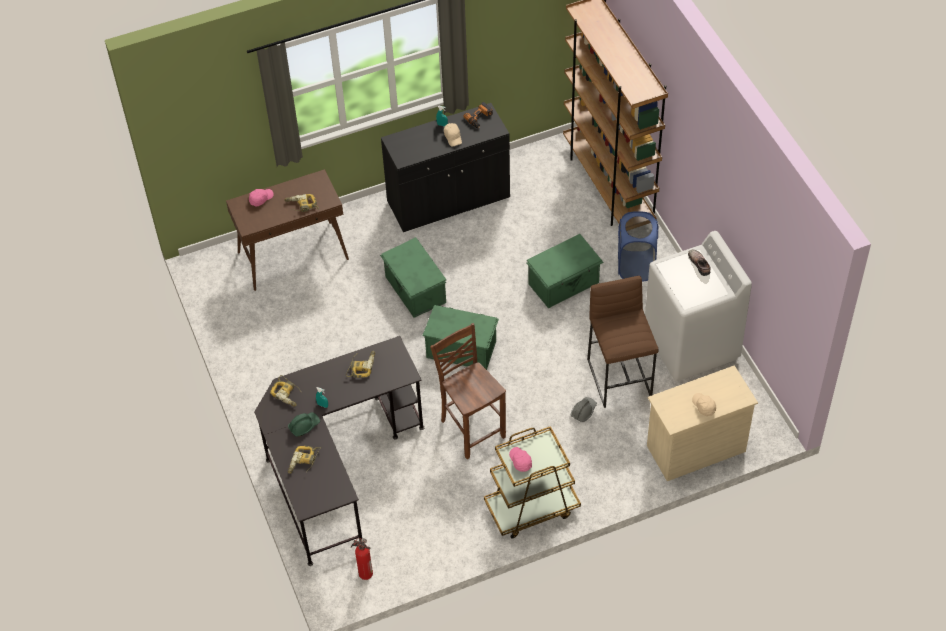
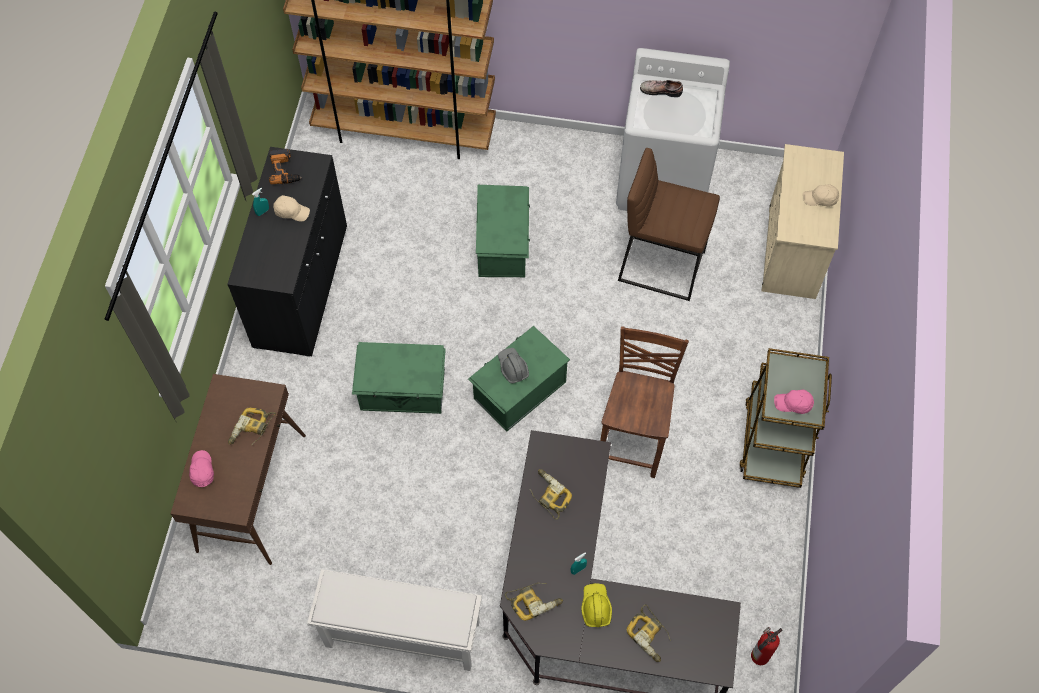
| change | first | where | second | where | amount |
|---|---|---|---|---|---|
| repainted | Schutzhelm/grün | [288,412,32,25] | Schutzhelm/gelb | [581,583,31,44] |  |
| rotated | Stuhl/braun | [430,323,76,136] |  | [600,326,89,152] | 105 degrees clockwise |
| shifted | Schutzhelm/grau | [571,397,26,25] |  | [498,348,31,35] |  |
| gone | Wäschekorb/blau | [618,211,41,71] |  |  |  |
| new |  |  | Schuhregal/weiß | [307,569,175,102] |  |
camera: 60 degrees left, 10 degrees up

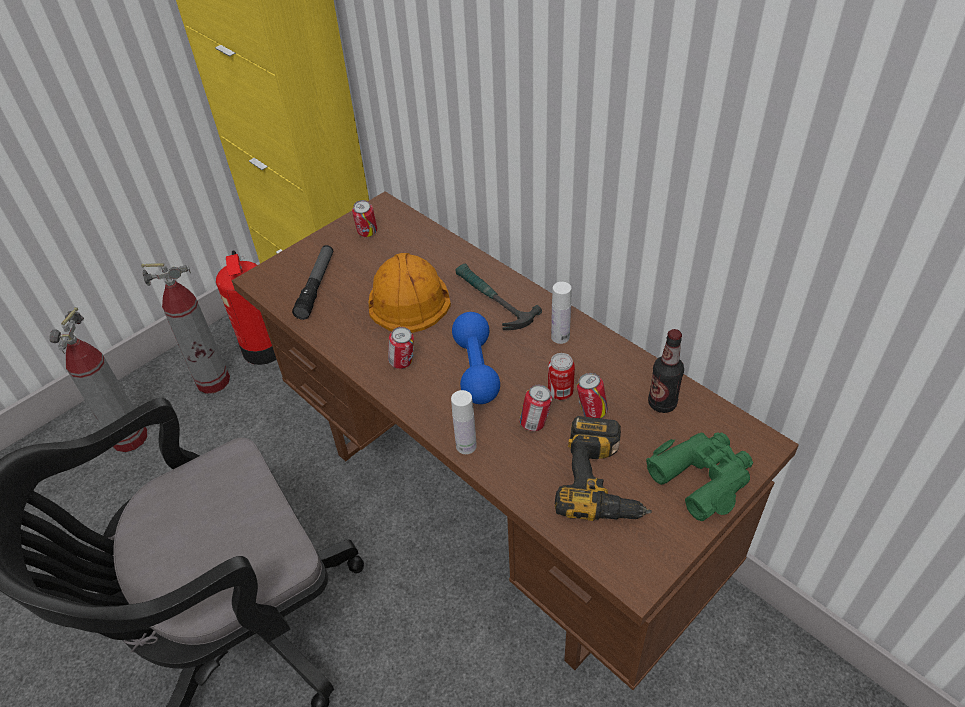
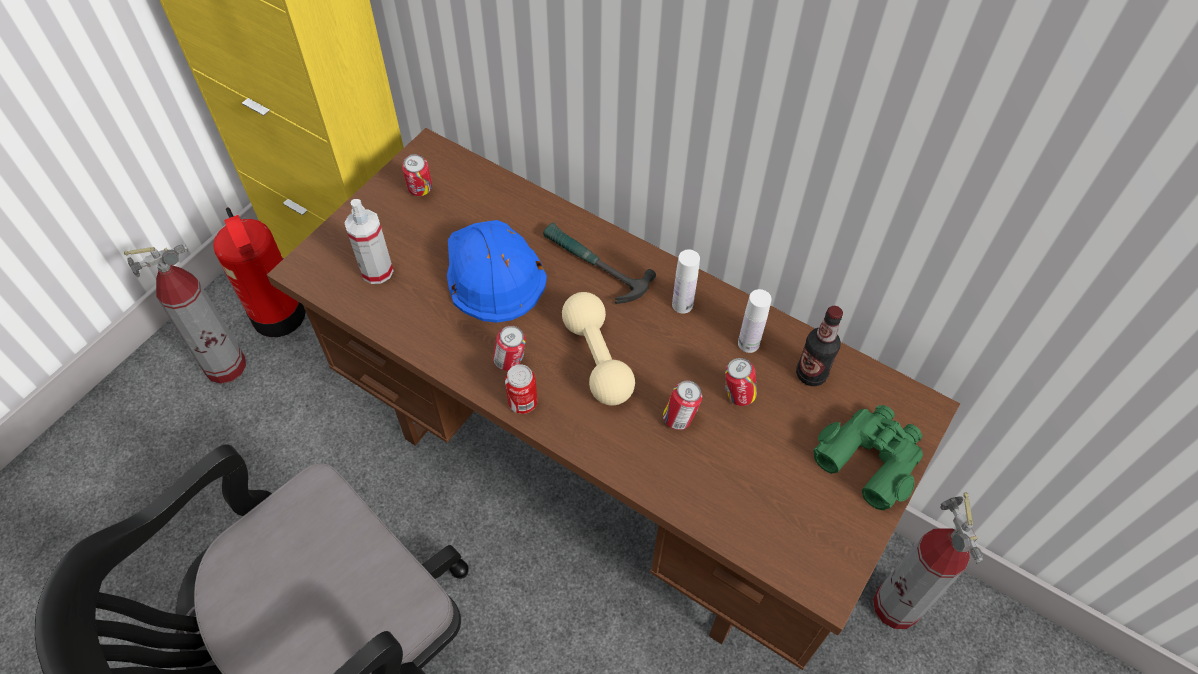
| change | first | where | second | where | amount |
|---|---|---|---|---|---|
| shifted | Feuerlöscher | [49,307,98,145] |  | [873,493,110,136] |  |
| swapped | Taschenlampe | [292,245,41,75] | Sprühflasche | [345,199,49,85] |  |
| repainted | Schutzhelm/orange | [369,253,82,80] | Schutzhelm/blau | [447,220,100,103] |  |
| shifted | Flasche/weiß | [451,390,26,64] |  | [738,289,34,64] |  |
| repainted | Hantel/blau | [452,312,48,92] | Hantel/beige | [562,292,73,113] |  |
| shifted | Dose | [548,353,27,47] |  | [505,364,32,50] |  |
| gone | Bohrmaschine | [555,416,97,105] |  |  |  |
camera: 15 degrees left, 10 degrees up

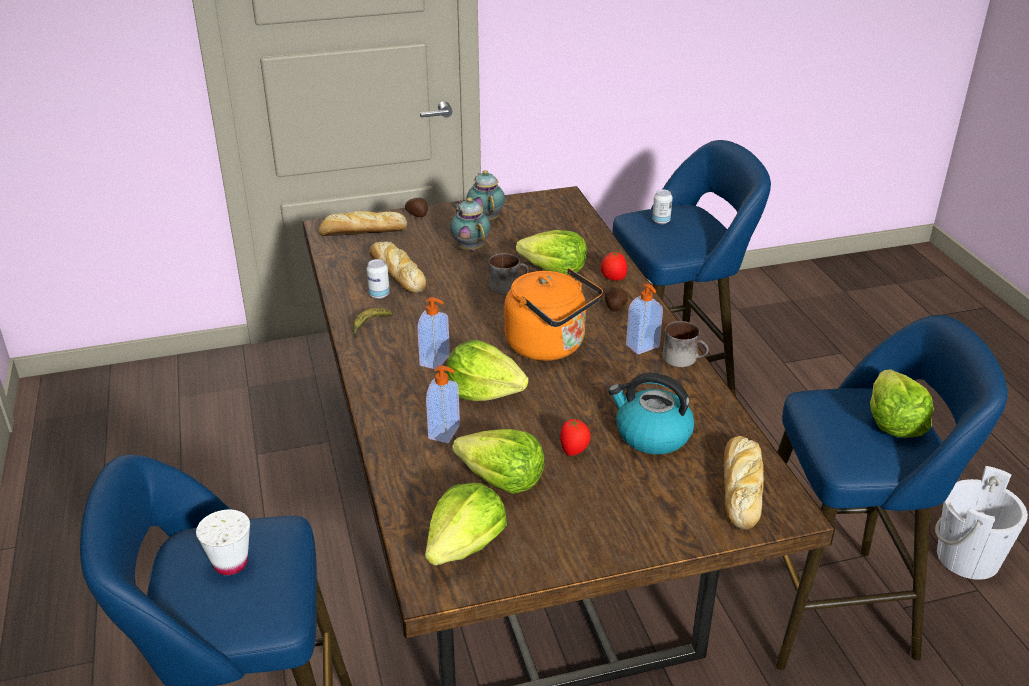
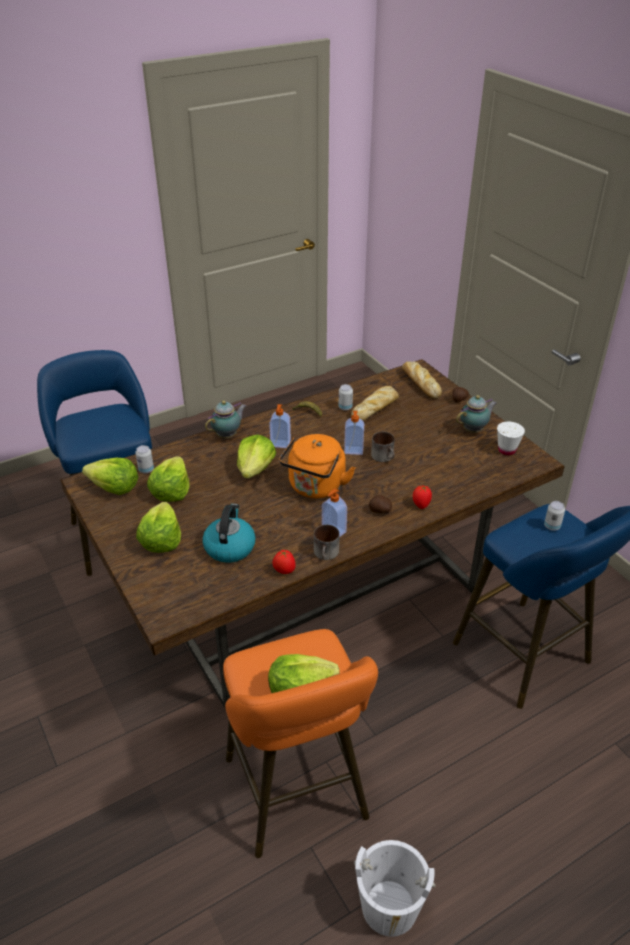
| change | first | where | second | where | amount |
|---|---|---|---|---|---|
| shifted | Tasse/weiß | [196,510,54,65] |  | [497,422,28,33] |  |
| shifted | Seifenspender | [426,365,34,78] |  | [344,411,20,44] |  |
| shifted | Teekanne | [450,197,40,54] |  | [205,401,41,37] |  |
| shifted | Salatkopf | [516,230,71,45] |  | [136,502,45,51] |  |
| shifted | Tomate | [560,418,31,38] |  | [272,550,24,24] |  |
| gone | Brot | [723,436,41,94] |  |  |  |
| repainted | Hocker/blau | [776,315,232,355] | Hocker/orange | [223,629,155,229] |  |
| new |  |  | Dose | [135,445,19,29] |  |
camera: 75 degrees right, 5 degrees up

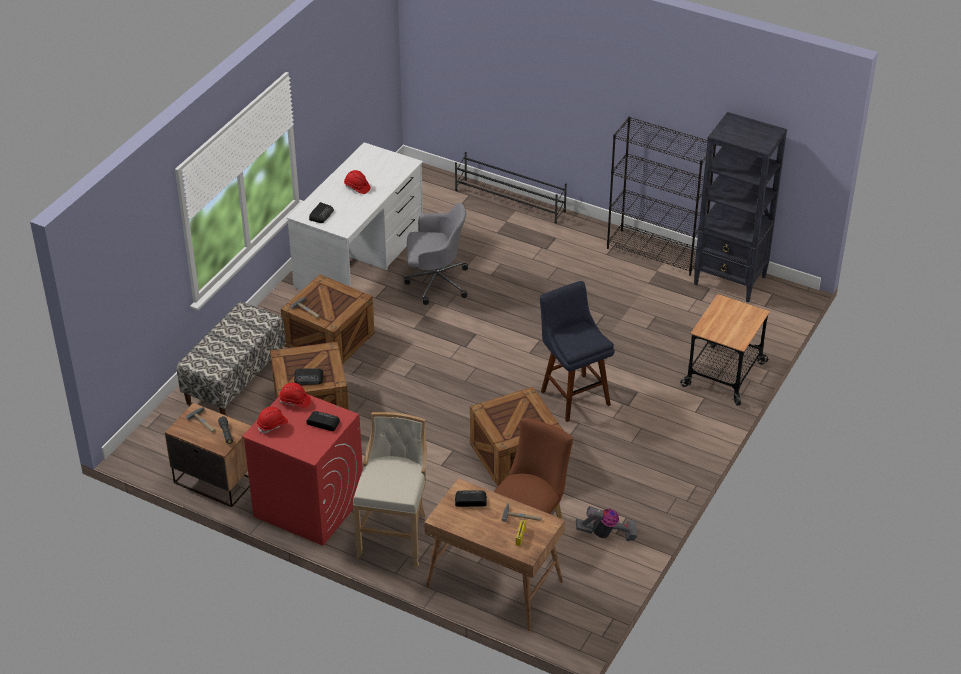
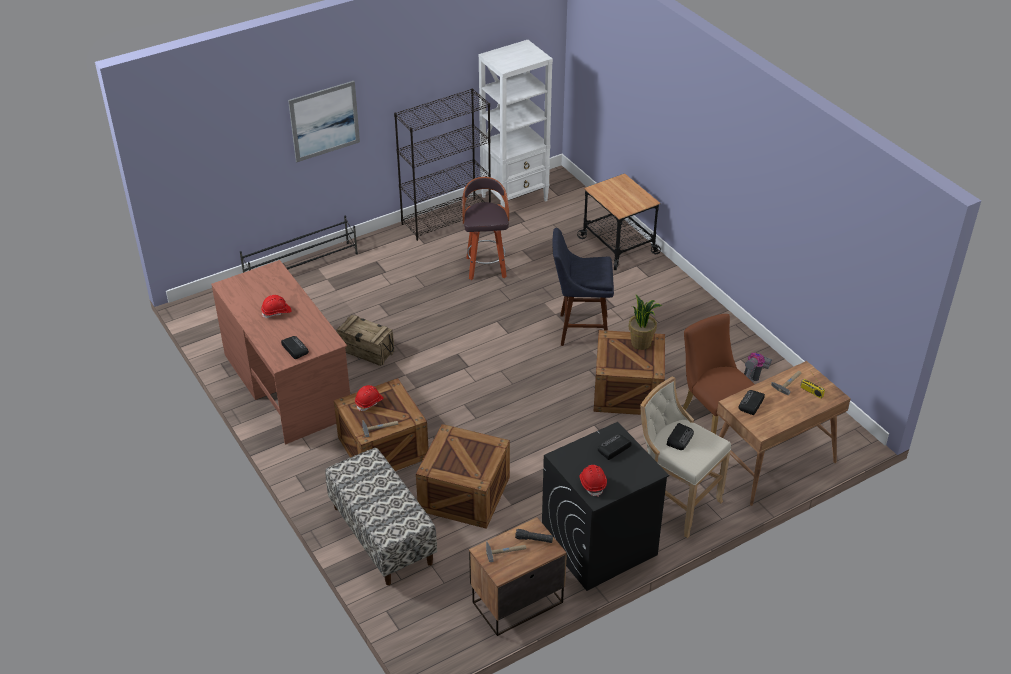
| change | first | where | second | where | amount |
|---|---|---|---|---|---|
| repainted | Waschmaschine/rot | [242,395,121,151] | Waschmaschine/schwarz | [542,422,127,169] |  |
| shifted | Schutzhelm/rot | [279,383,32,24] |  | [355,385,29,26] |  |
| repainted | Schreibtisch/weiß | [287,142,136,148] | Schreibtisch/braun | [211,260,139,184] |  |
| shifted | Radio | [294,369,29,16] |  | [667,423,27,27] |  |
| swapped | Bürostuhl/grau | [404,203,64,102] | Kiste | [336,315,58,51] |  |
| repainted | Bücherregal/schwarz | [694,112,93,191] | Bücherregal/weiß | [479,40,74,168] |  |
| new |  |  | Bild | [288,81,72,81] |  |
| new |  |  | Hocker | [462,177,47,103] |  |
| new |  |  | Topfpflanze | [629,295,33,55] |  |
camera: 60 degrees left, 0 degrees up

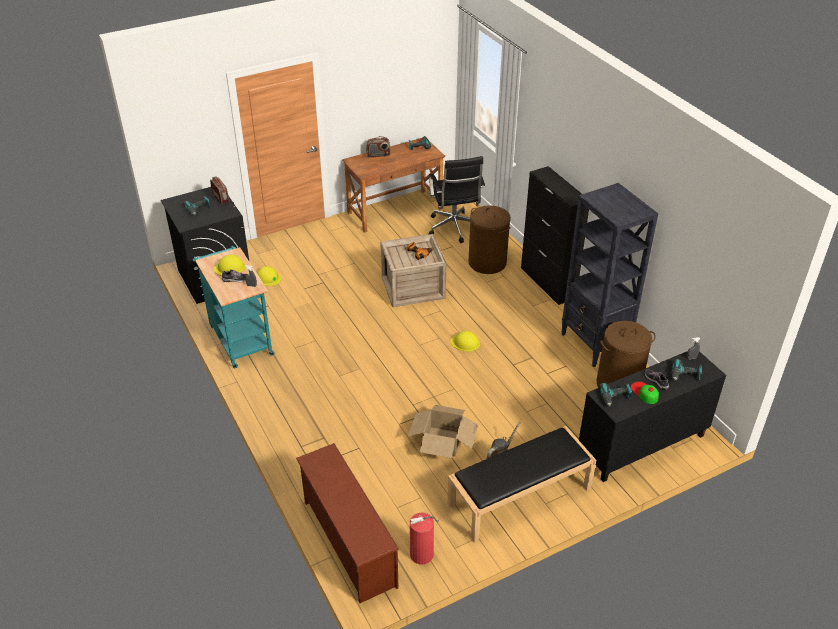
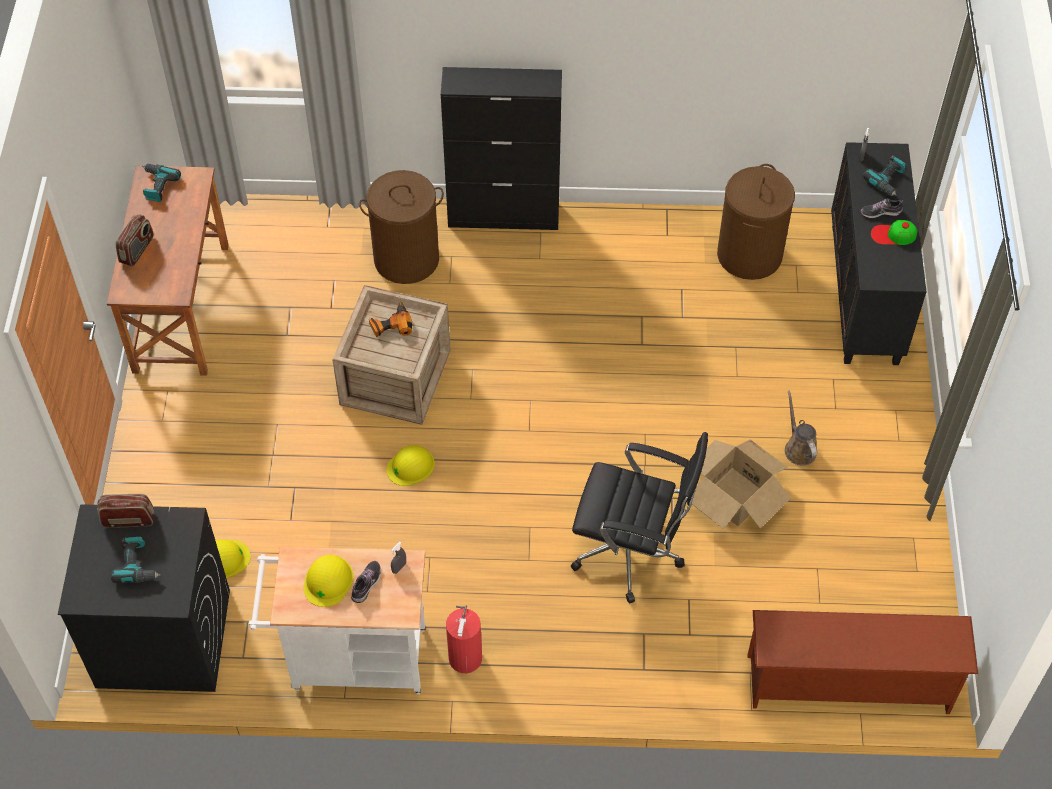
| change | first | where | second | where | amount |
|---|---|---|---|---|---|
| repainted | Rollwagen/türkis | [193,246,82,122] | Rollwagen/weiß | [248,546,178,149] |  |
| shifted | Feuerlöscher | [410,513,29,51] |  | [446,606,36,67] |  |
| shifted | Bürostuhl/schwarz | [429,156,56,87] |  | [571,432,137,172] |  |
| gone | Bank/schwarz | [447,426,149,116] |  |  |  |
| shifted | Schutzhelm/gelb | [451,331,29,21] |  | [386,445,49,41] |  |
| gone | Bücherregal/schwarz | [561,183,98,184] |  |  |  |
| gone | Bohrmaschine | [599,383,33,24] |  |  |  |
camera: 60 degrees left, 15 degrees up

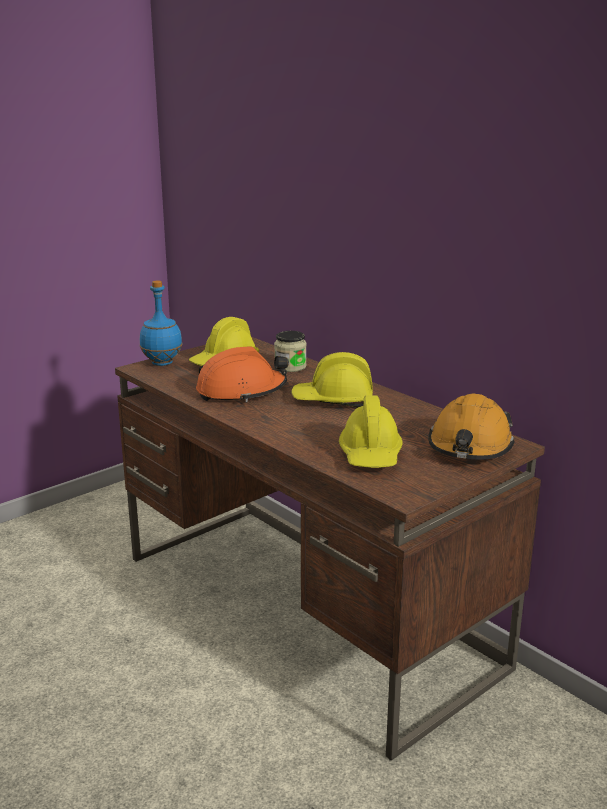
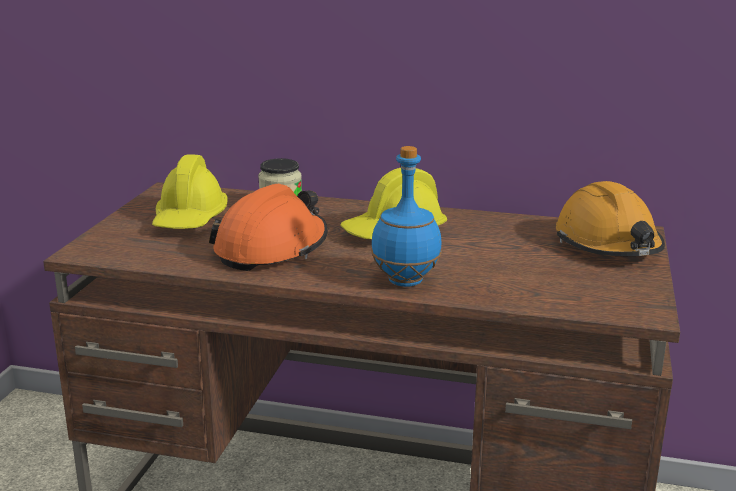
| change | first | where | second | where | amount |
|---|---|---|---|---|---|
| shifted | Flasche/blau | [140,281,42,85] |  | [371,146,71,141] |  |
| gone | Schutzhelm/gelb | [339,395,64,73] |  |  |  |
camera: 35 degrees left, 0 degrees up

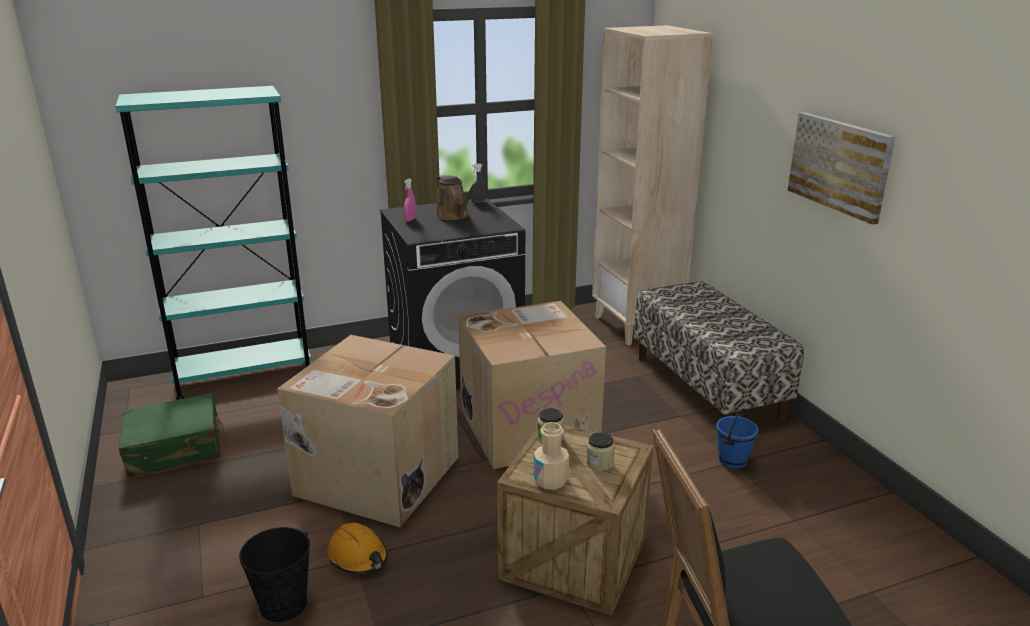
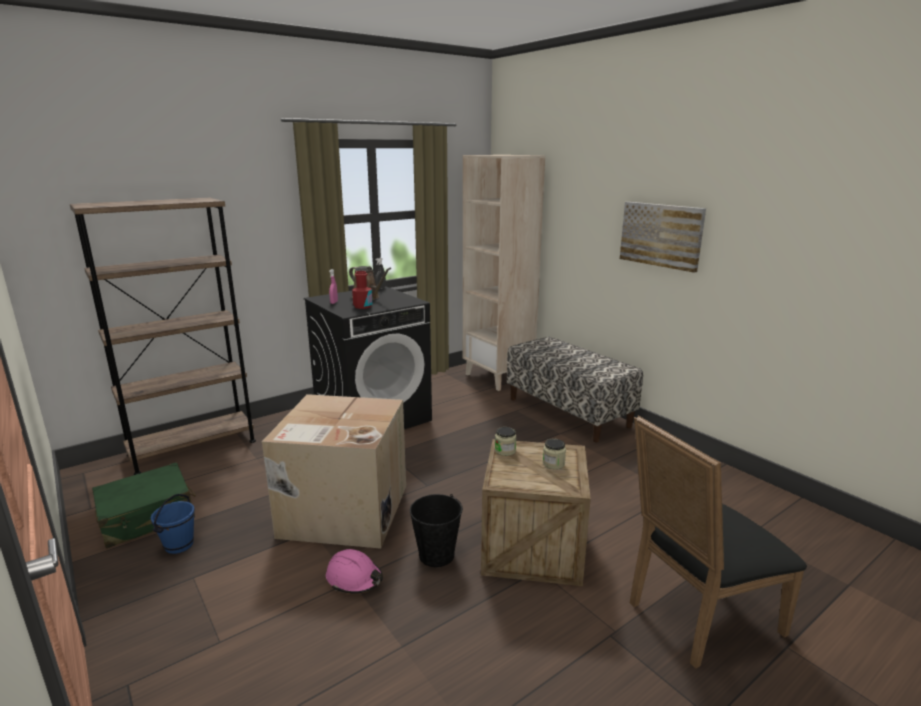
| change | first | where | second | where | amount |
|---|---|---|---|---|---|
| repainted | Bücherregal/türkis | [115,86,196,314] | Bücherregal/braun | [70,198,186,277] |  |
| shifted | Eimer/schwarz | [239,527,71,95] |  | [410,494,53,73] |  |
| repainted | Schutzhelm/orange | [328,523,60,51] | Schutzhelm/rosa | [326,549,57,45] |  |
| gone | Karton | [458,301,148,168] |  |  |  |
| gone | Flasche/beige | [534,422,35,68] |  |  |  |
| shifted | Eimer/blau | [716,409,43,60] |  | [151,494,44,60] |  |
| new |  |  | Flasche/rot | [352,271,20,38] |  |
camera: 15 degrees left, 5 degrees down

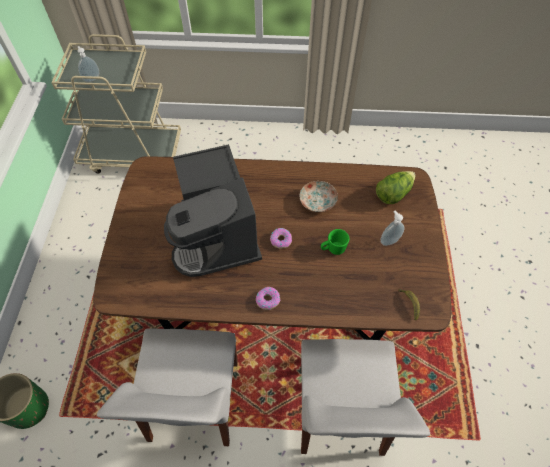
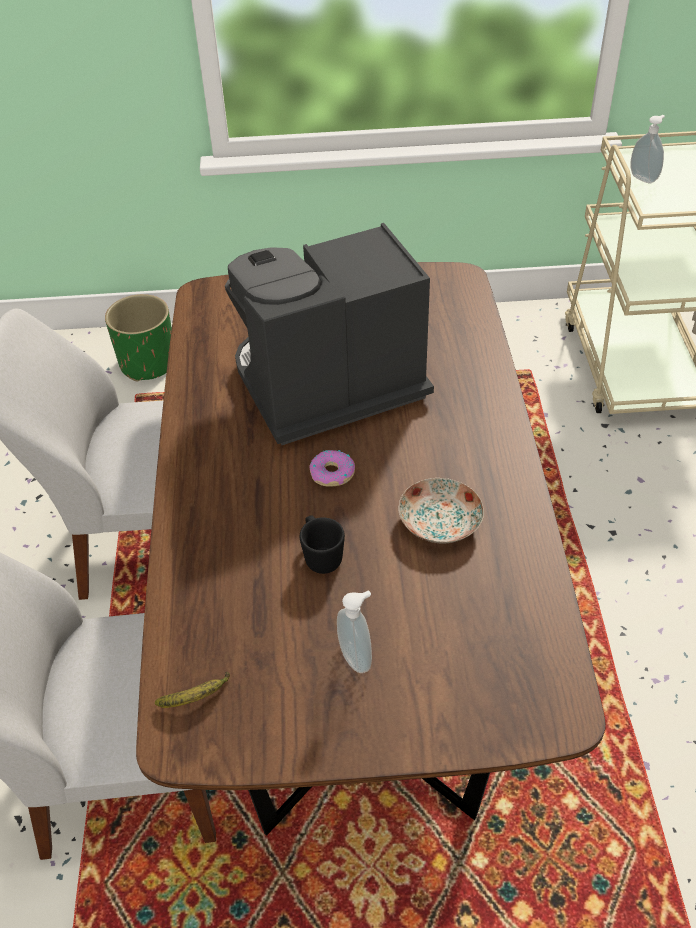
| change | first | where | second | where | amount |
|---|---|---|---|---|---|
| gone | Donut | [256,287,24,23] |  |  |  |
| repainted | Henkelbecher/grün | [321,229,28,26] | Henkelbecher/schwarz | [300,515,45,59] |  |
| gone | Salatkopf | [376,171,39,33] |  |  |  |
camera: 85 degrees right, 10 degrees down

